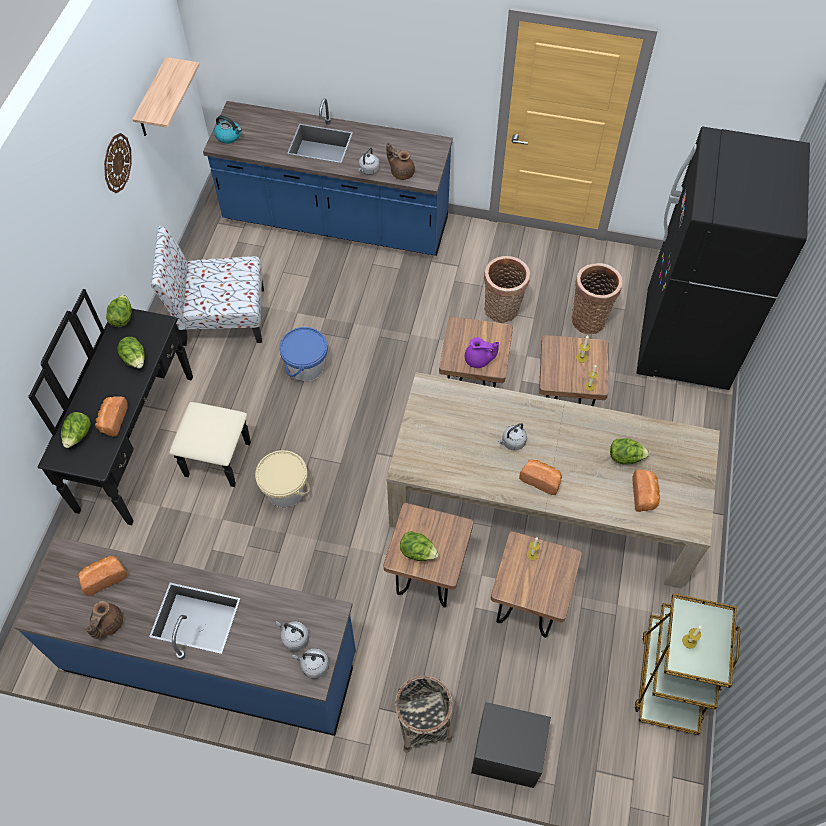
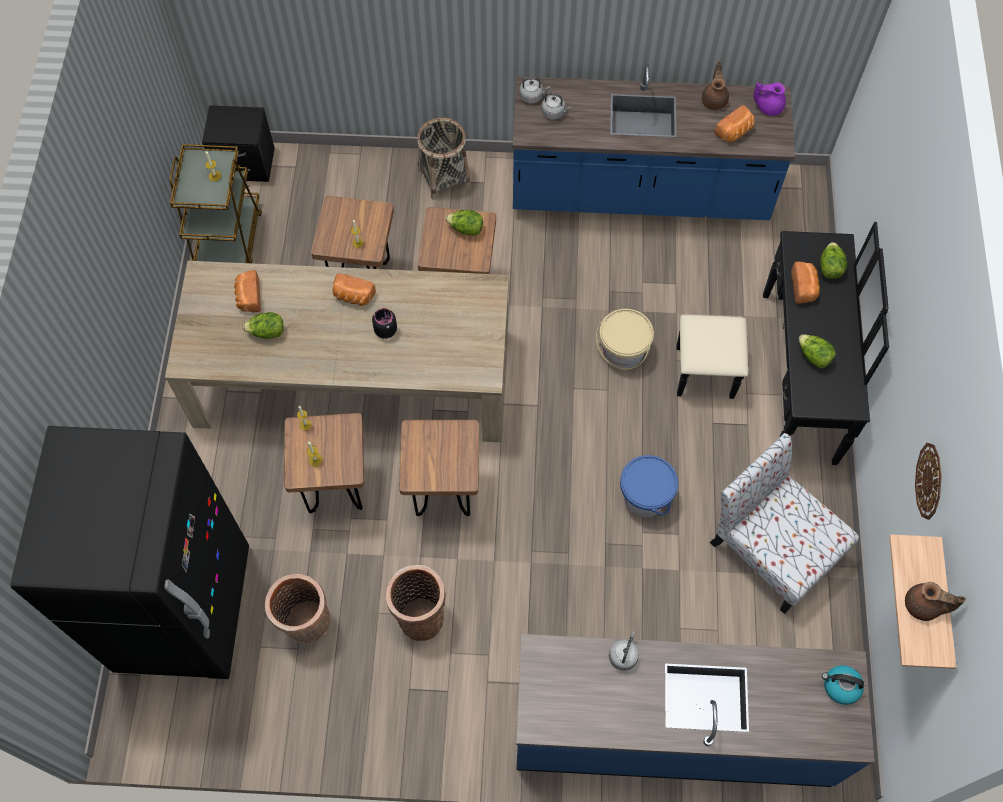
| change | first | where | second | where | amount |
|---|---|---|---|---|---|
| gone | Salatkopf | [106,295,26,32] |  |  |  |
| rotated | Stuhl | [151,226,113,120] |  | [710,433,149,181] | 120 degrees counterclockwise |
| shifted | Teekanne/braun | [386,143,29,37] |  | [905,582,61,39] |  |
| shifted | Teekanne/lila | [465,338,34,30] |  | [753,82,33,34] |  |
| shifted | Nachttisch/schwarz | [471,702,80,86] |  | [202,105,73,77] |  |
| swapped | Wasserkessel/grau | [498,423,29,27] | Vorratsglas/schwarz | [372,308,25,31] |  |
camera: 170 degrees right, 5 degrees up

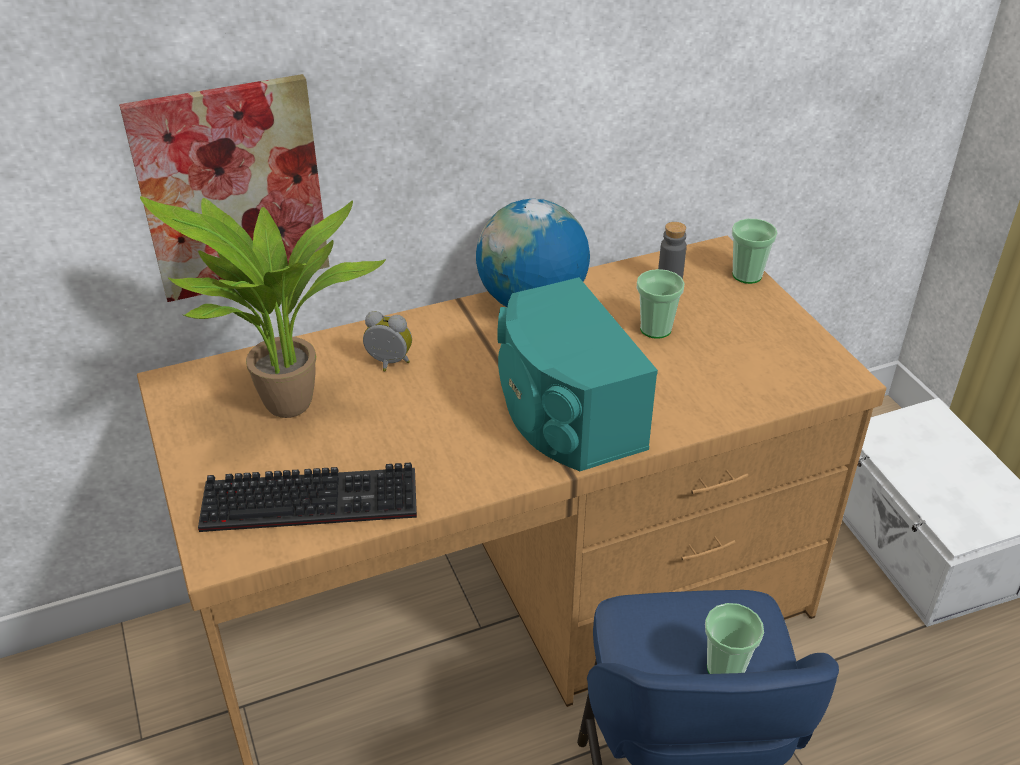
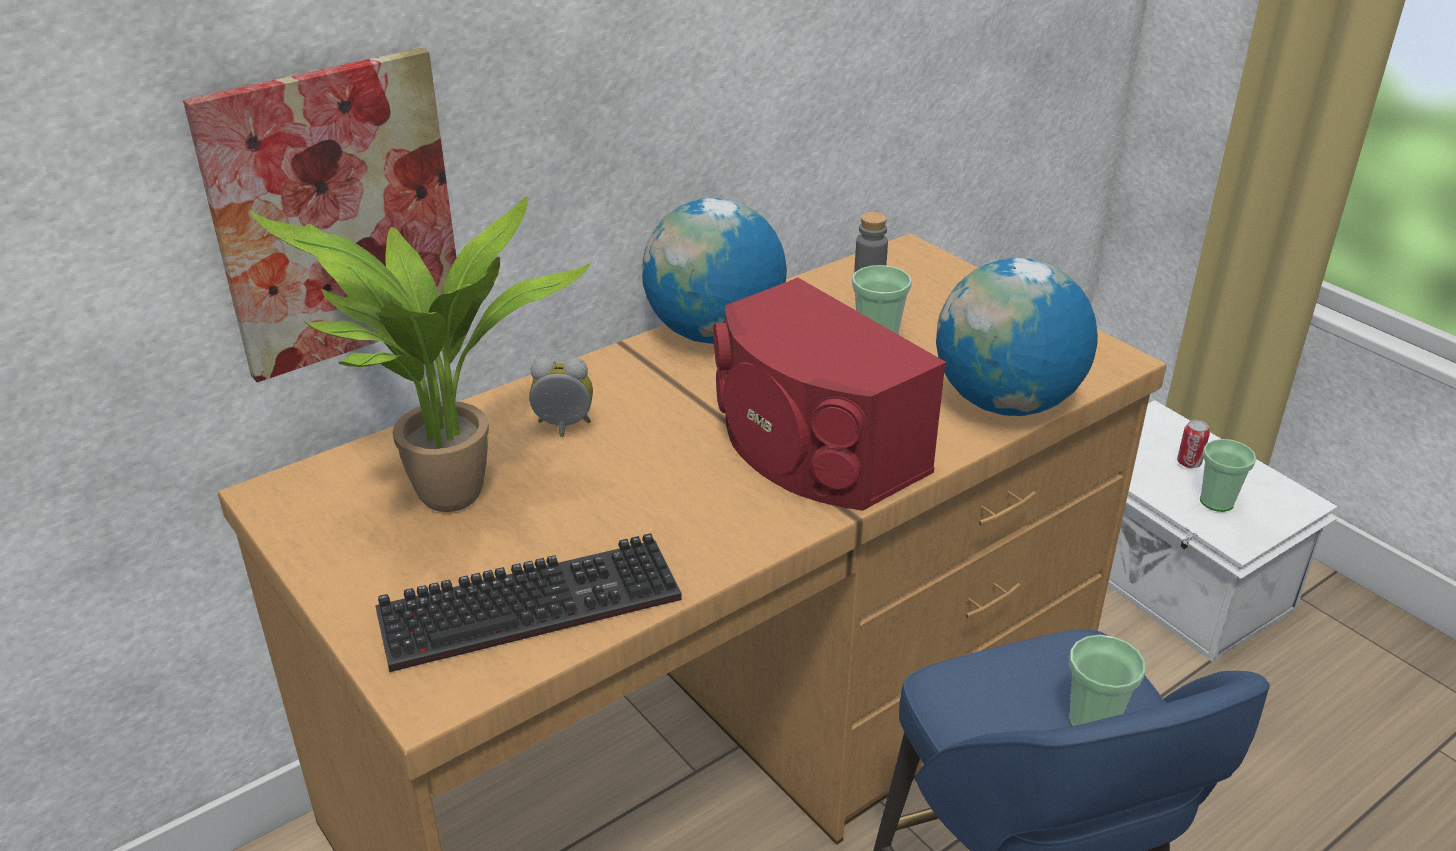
| change | first | where | second | where | amount |
|---|---|---|---|---|---|
| repainted | Lautsprecher/türkis | [497,277,161,194] | Lautsprecher/rot | [713,278,233,233] |  |
| shifted | Tasse | [732,219,45,65] |  | [1200,439,56,73] |  |
| new |  |  | Globus | [936,258,162,158] |  |
| new |  |  | Dose | [1177,420,33,48] |  |
camera: 15 degrees left, 5 degrees down

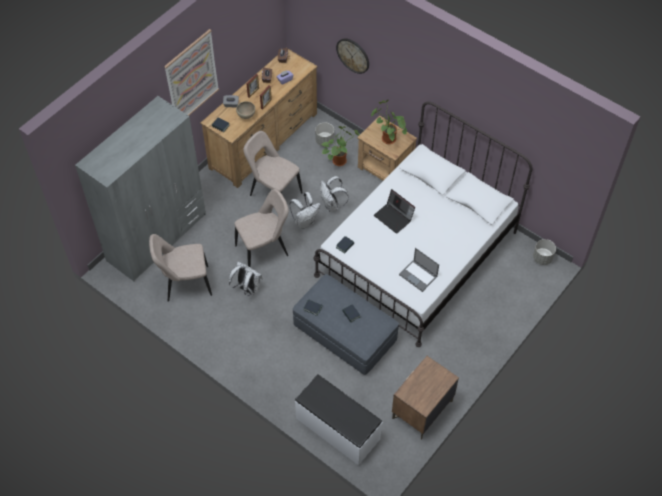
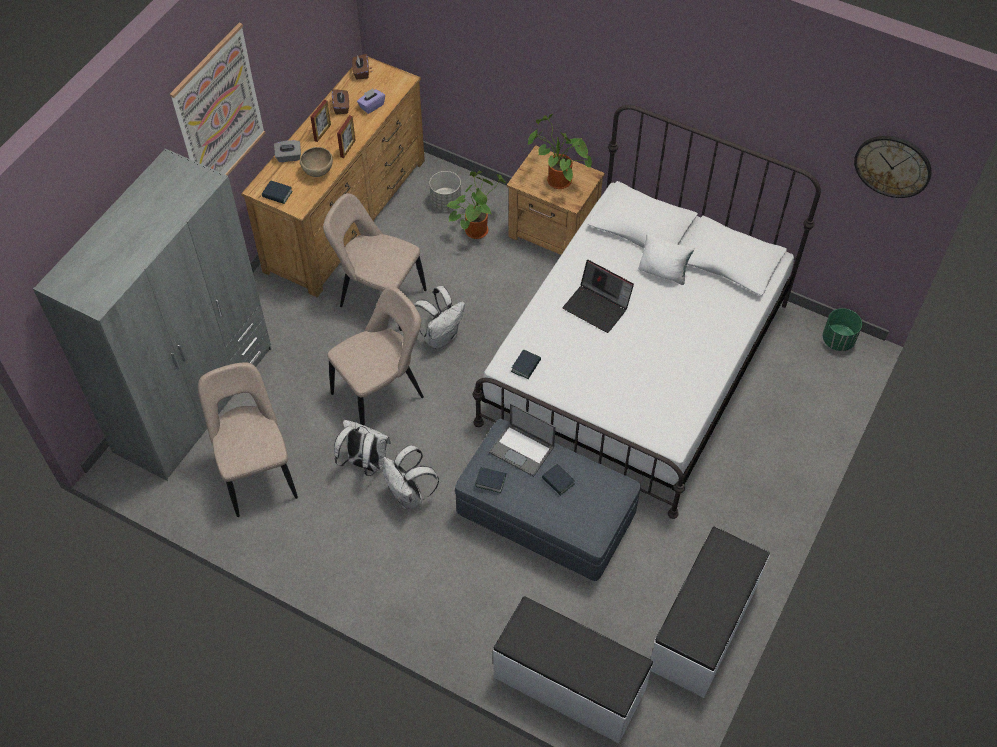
| change | first | where | second | where | amount |
|---|---|---|---|---|---|
| rotated | Stuhl/beige | [149,234,63,68] |  | [198,362,100,155] | 90 degrees clockwise |
| shifted | Rucksack/weiß | [320,176,29,36] |  | [382,445,57,65] |  |
| shifted | Wanduhr | [336,38,33,36] |  | [854,136,77,62] |  |
| swapped | Nachttisch/braun | [392,356,67,84] | Bank/weiß | [650,527,120,171] |  |
| shifted | Laptop | [399,248,40,44] |  | [489,403,67,74] |  |
| repainted | Pflanzkübel/grau | [533,239,23,26] | Pflanzkübel/grün | [823,308,39,43] |  |
| new |  |  | Kissen/weiß | [638,233,57,52] |  |
camera: 10 degrees left, 0 degrees up

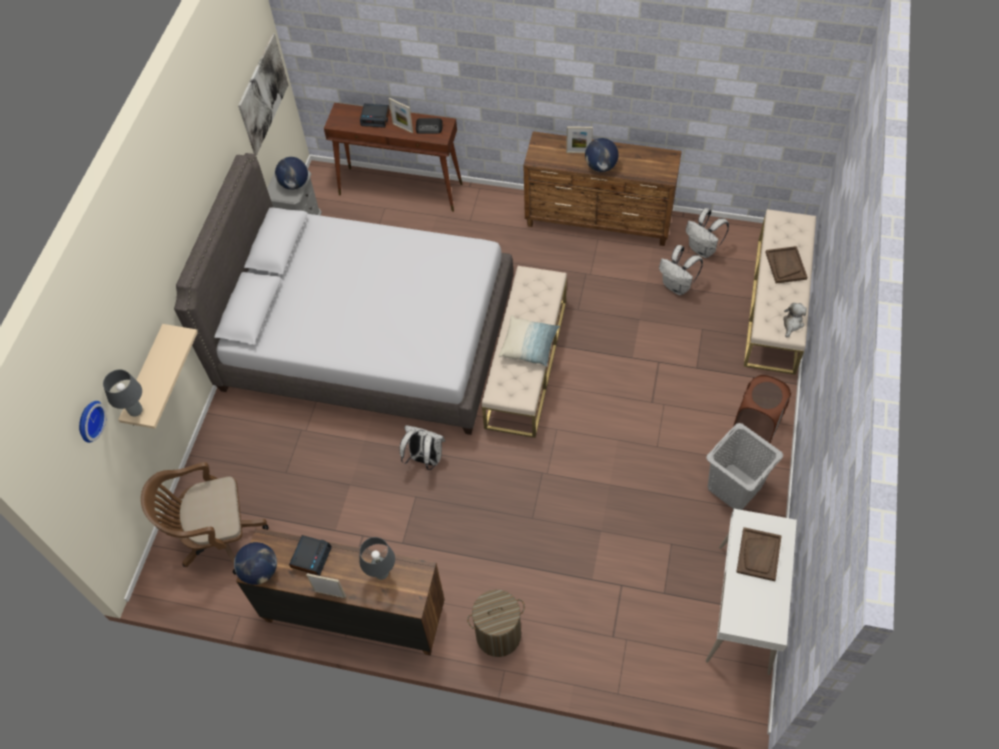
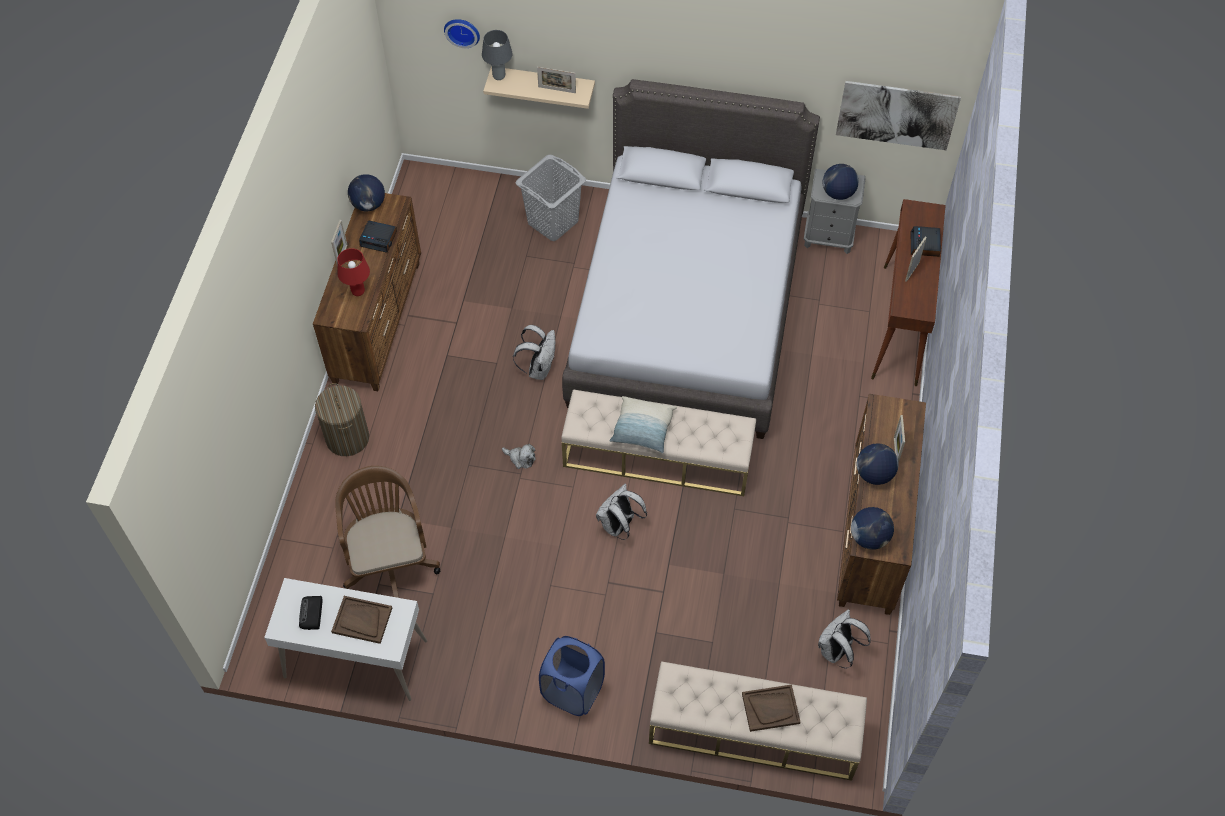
| change | first | where | second | where | amount |
|---|---|---|---|---|---|
| shifted | Bürostuhl/braun | [141,462,128,113] |  | [335,466,105,132] |  |
| repainted | Tischlampe/grau | [359,537,36,43] | Tischlampe/rot | [337,248,33,48] |  |
| shifted | Radio | [416,118,27,16] |  | [299,596,24,34] |  |
| shifted | Rucksack/weiß | [659,245,44,50] |  | [596,484,51,56] |  |
| shifted | Wäschekorb/grau | [706,423,77,87] |  | [516,154,70,87] |  |
| repainted | Wäschekorb/braun | [733,375,58,68] | Wäschekorb/blau | [539,636,66,80] |  |
| shifted | Plüschtier | [783,303,24,34] |  | [502,444,34,25] |  |
| new |  |  | Bilderrahmen | [537,67,39,26] |  |
| new |  |  | Globus | [851,507,43,43] |  |
camera: 85 degrees right, 0 degrees up

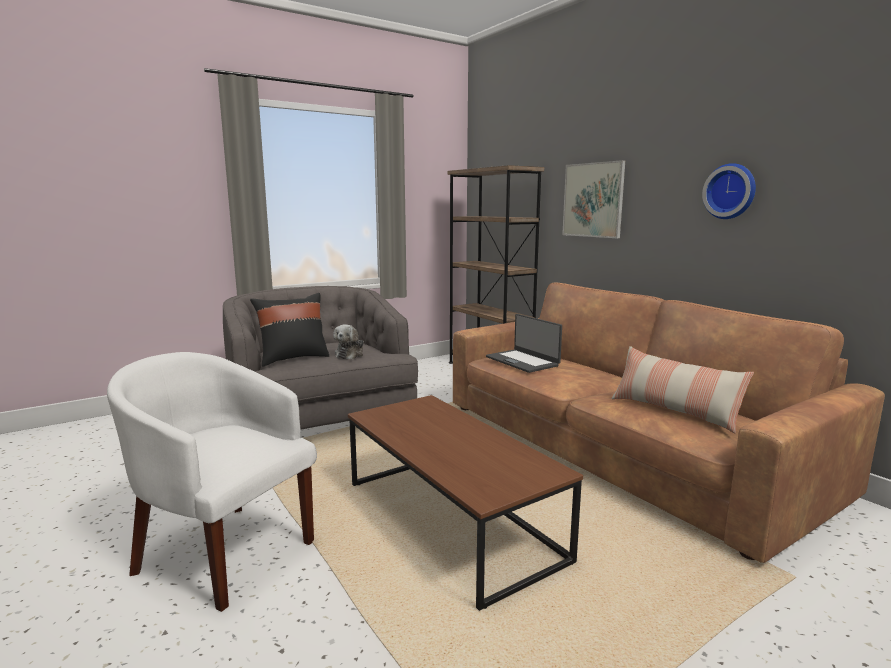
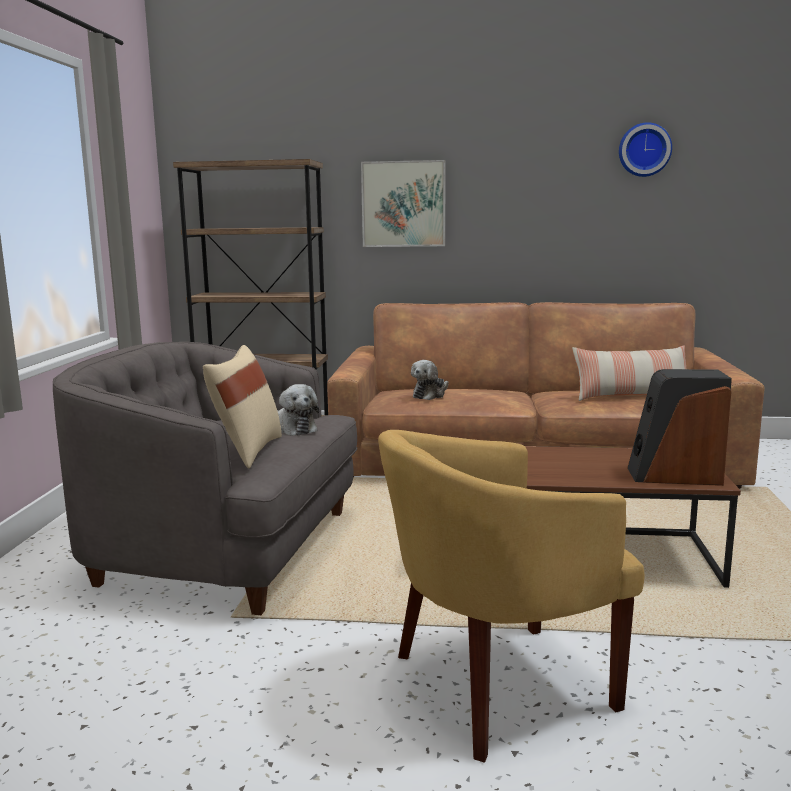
| change | first | where | second | where | amount |
|---|---|---|---|---|---|
| repainted | Sessel/weiß | [107,352,210,260] | Sessel/gelb | [378,430,266,333] |  |
| repainted | Kissen/schwarz | [250,293,79,74] | Kissen/beige | [203,345,79,124] |  |
| swapped | Laptop | [486,314,76,59] | Plüschtier | [411,360,38,40] |  |
| shifted | Wanduhr | [702,163,54,56] |  | [619,122,53,55] |  |
| new |  |  | Lautsprecher | [627,369,105,117] |  |
camera: 50 degrees left, 0 degrees up

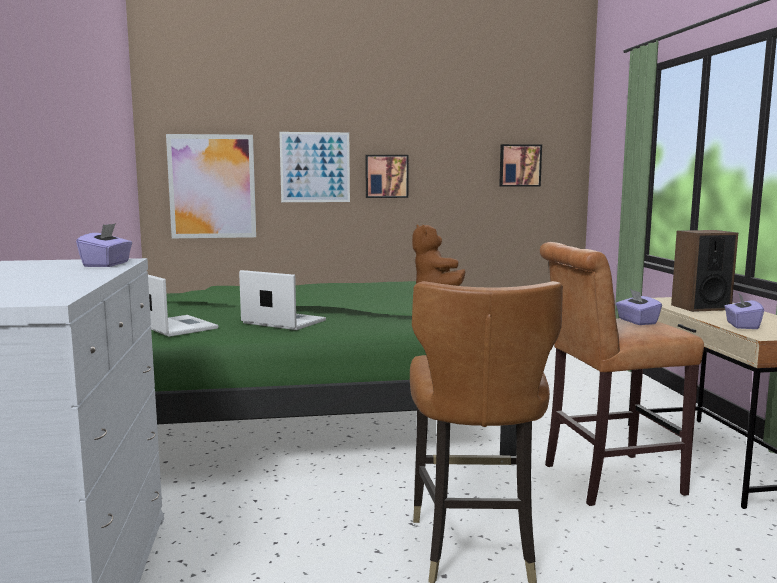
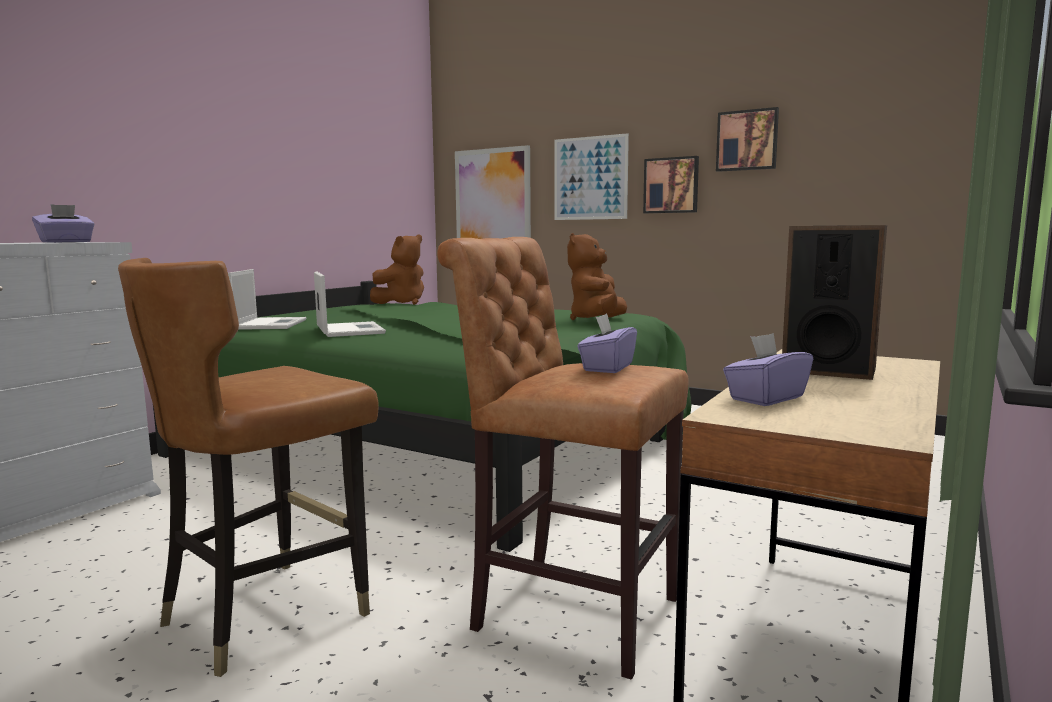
| change | first | where | second | where | amount |
|---|---|---|---|---|---|
| shifted | Bild | [499,144,43,43] |  | [716,107,63,65] |  |
| new |  |  | Plüschtier/braun | [370,234,54,70] |  |
camera: 40 degrees right, 0 degrees up

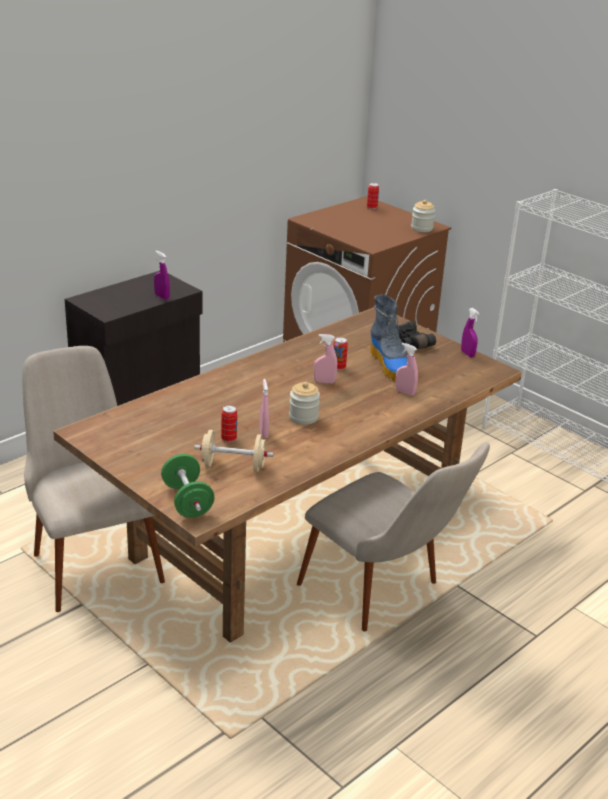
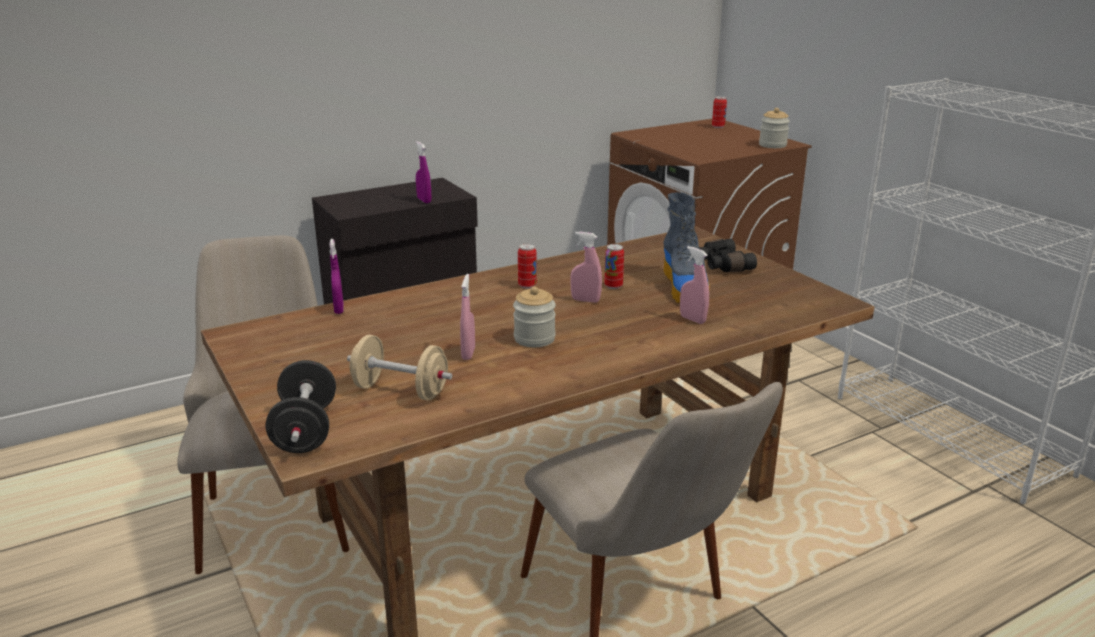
| change | first | where | second | where | amount |
|---|---|---|---|---|---|
| repainted | Hantel/grün | [161,454,54,64] | Hantel/schwarz | [265,360,71,93] |  |
| shifted | Dose | [221,405,16,37] |  | [518,243,19,46] |  |
| shifted | Sprühflasche/lila | [461,308,18,49] |  | [330,239,14,75] |  |
camera: 15 degrees right, 5 degrees down

